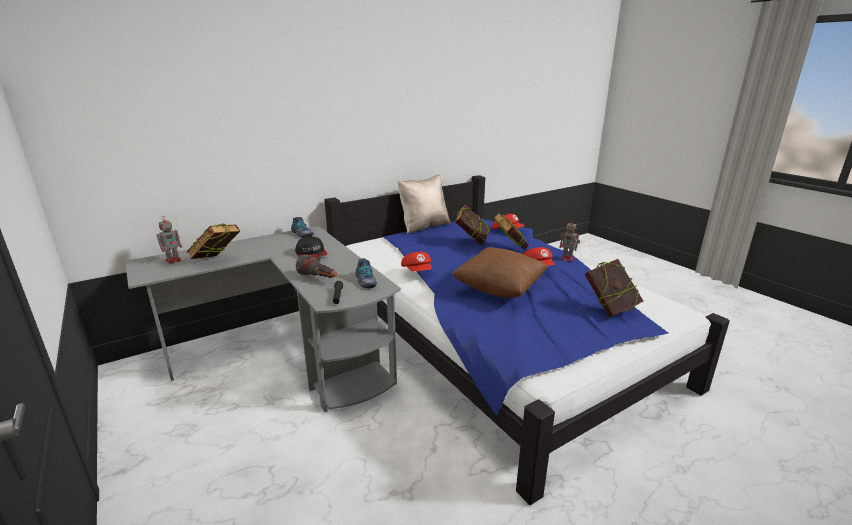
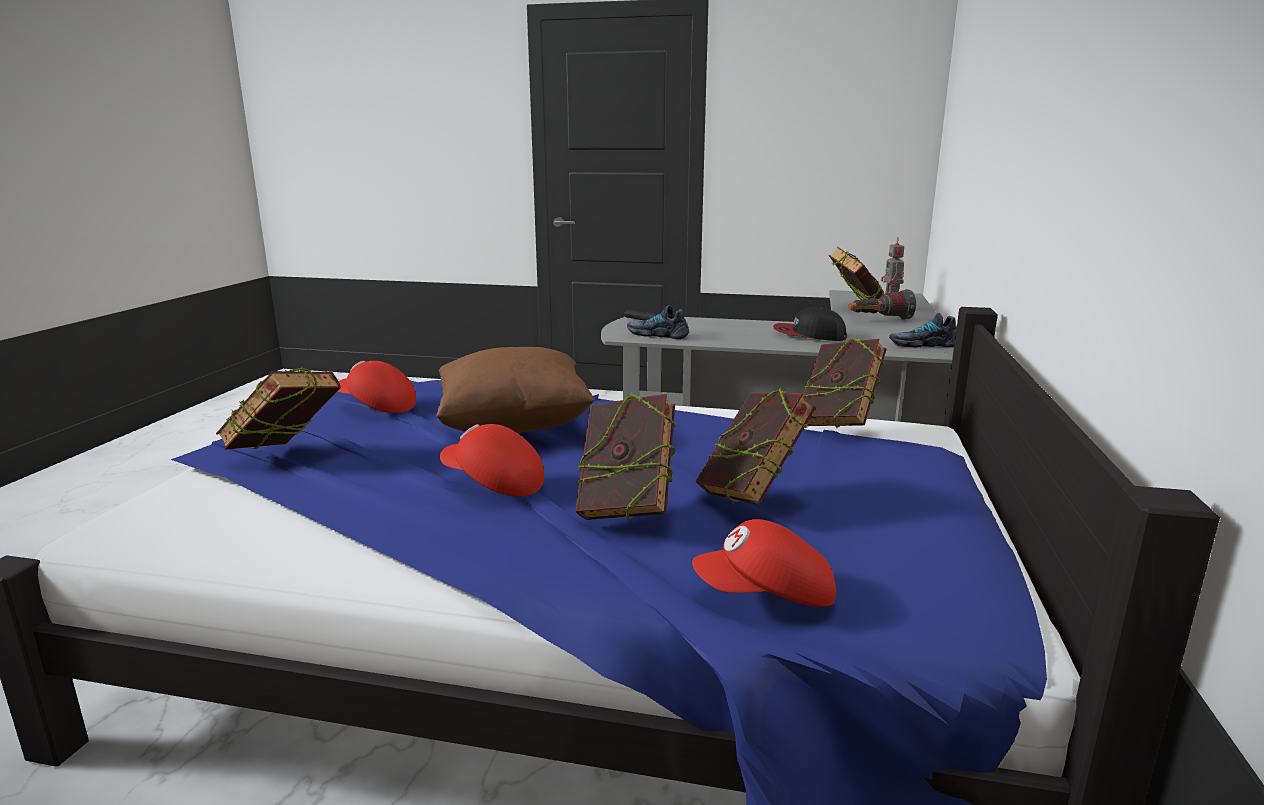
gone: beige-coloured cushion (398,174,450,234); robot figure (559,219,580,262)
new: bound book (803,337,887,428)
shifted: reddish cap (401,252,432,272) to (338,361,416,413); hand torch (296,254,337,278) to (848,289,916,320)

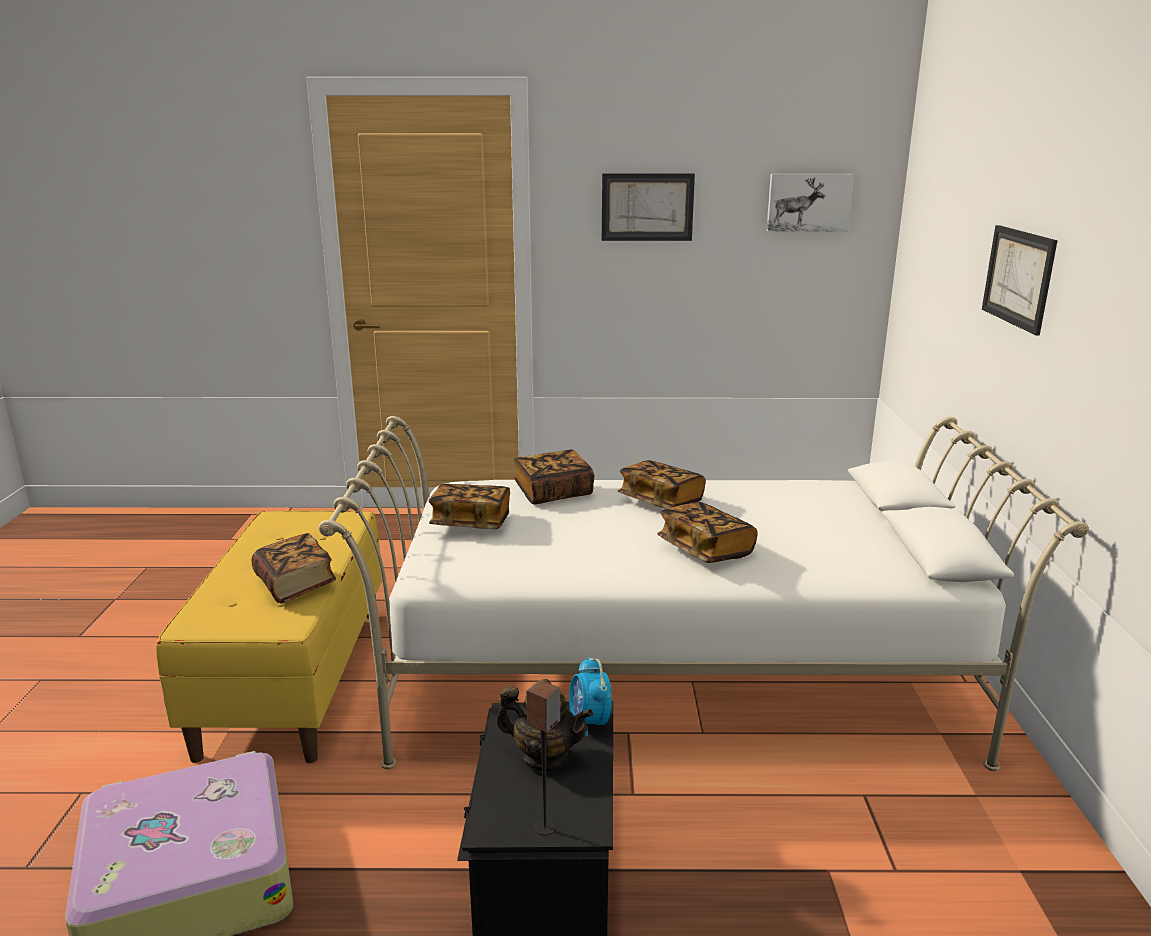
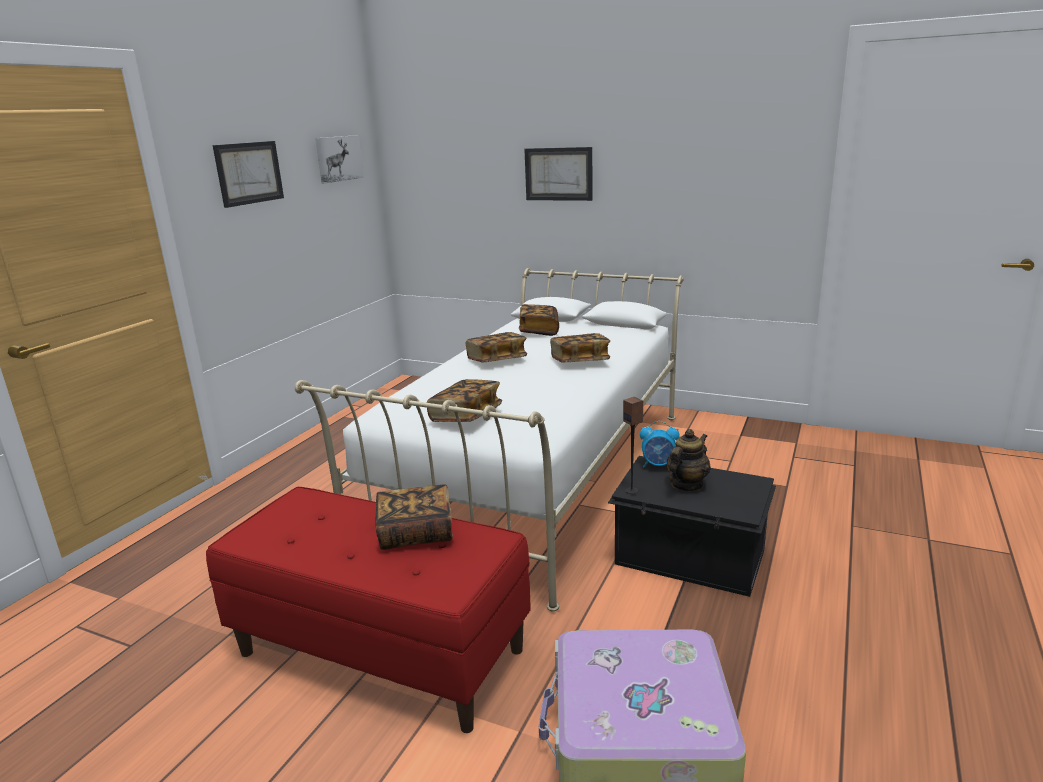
shifted: bound book (513,450,594,504) to (519,304,559,336); audio speaker (526,680,560,835) to (623,397,643,494)
repainted: yellow long seat (156,510,382,763) to reddish long seat (206,487,531,733)

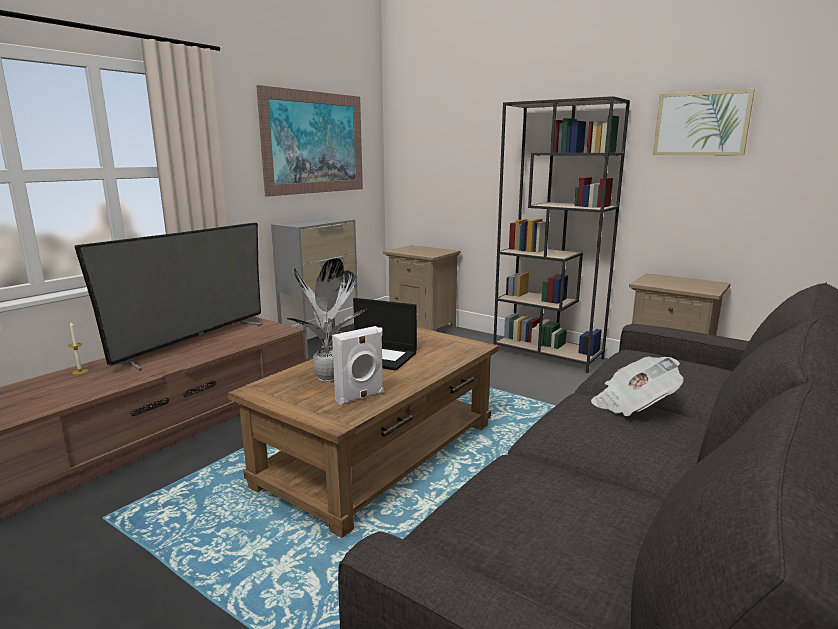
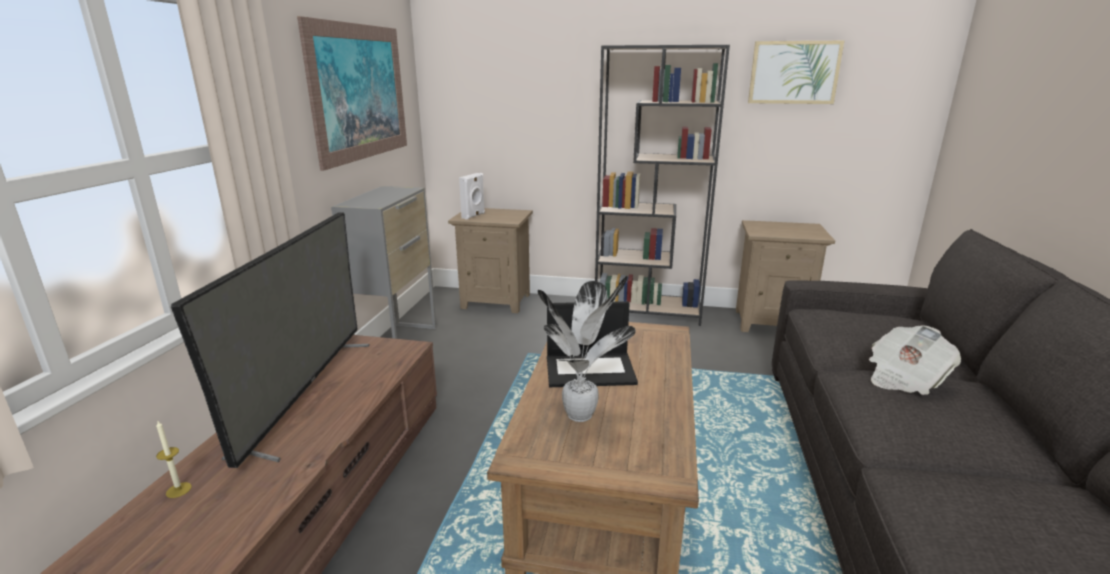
shifted: whitish audio speaker (332,326,384,405) to (459,173,485,220)

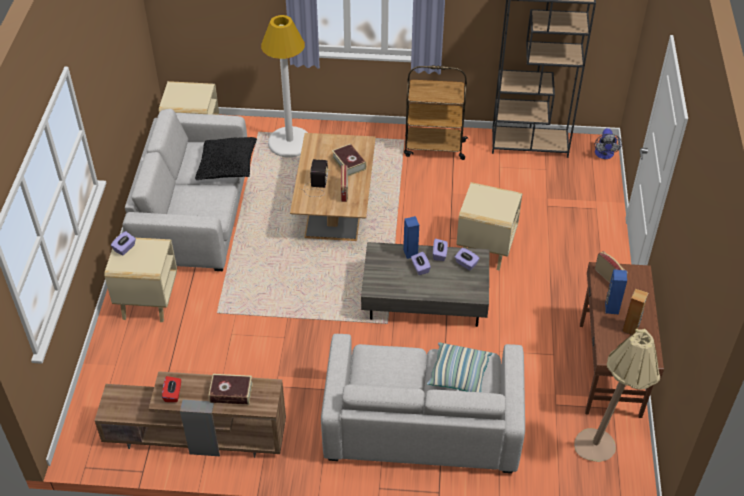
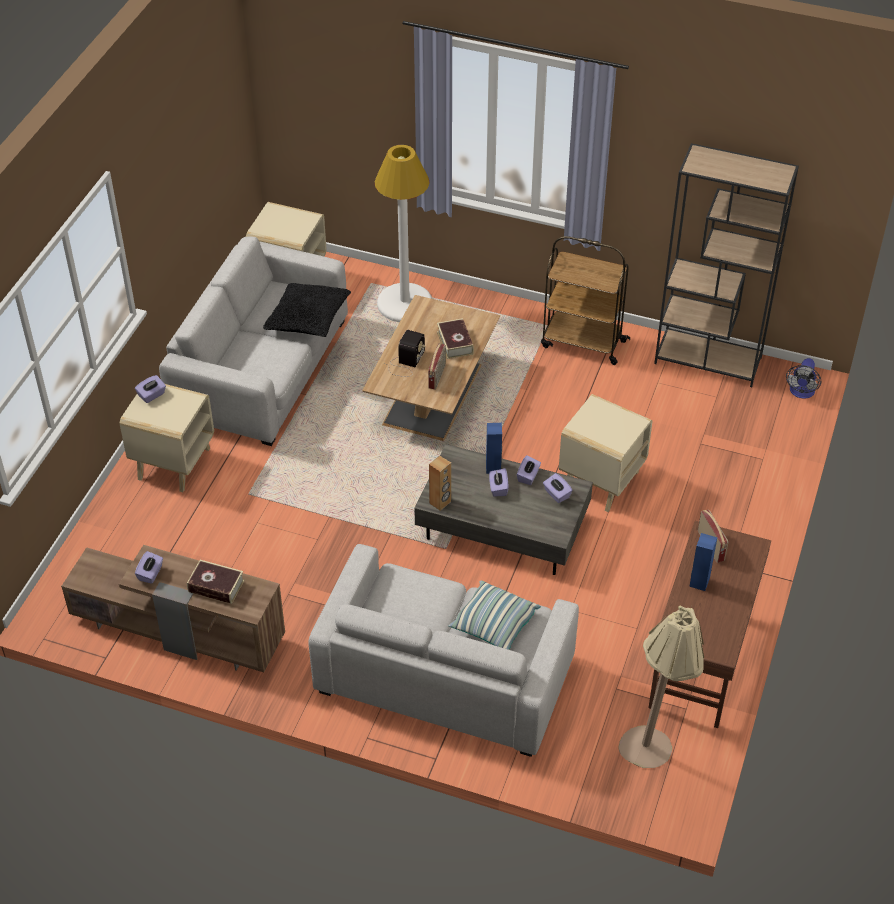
shifted: brownish audio speaker (622,289,648,335) to (429,456,451,511)
repainted: reddish tissue box (162,376,181,402) to purple-coloured tissue box (135,551,163,584)

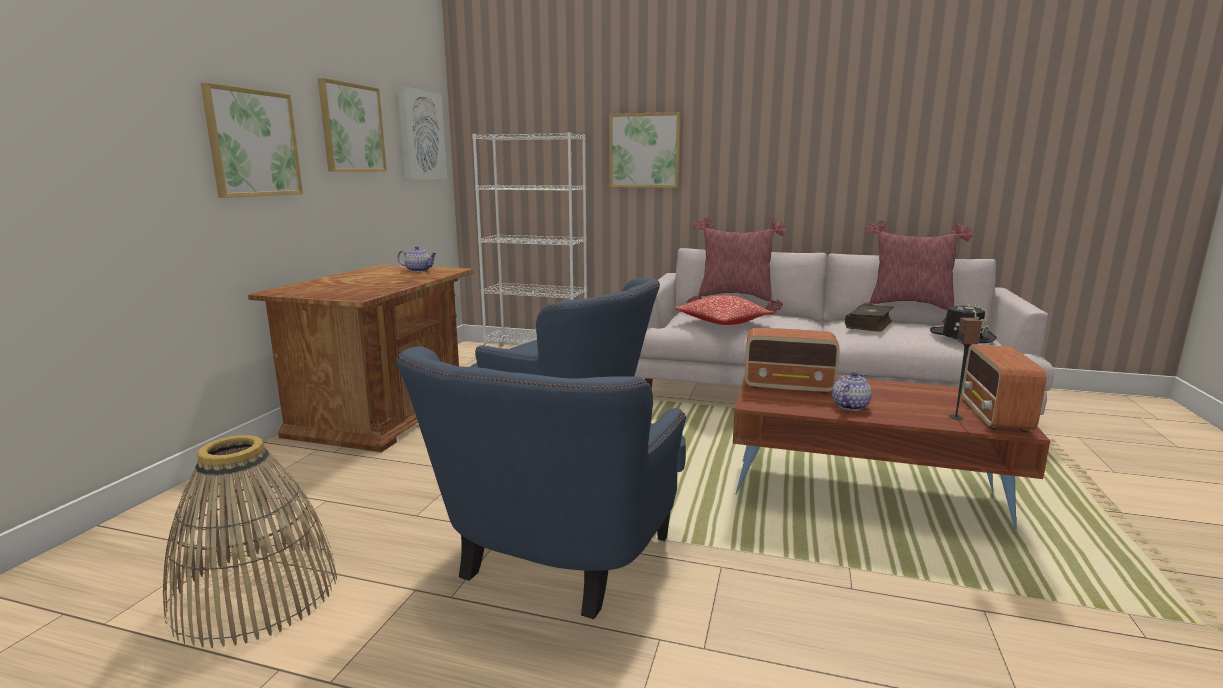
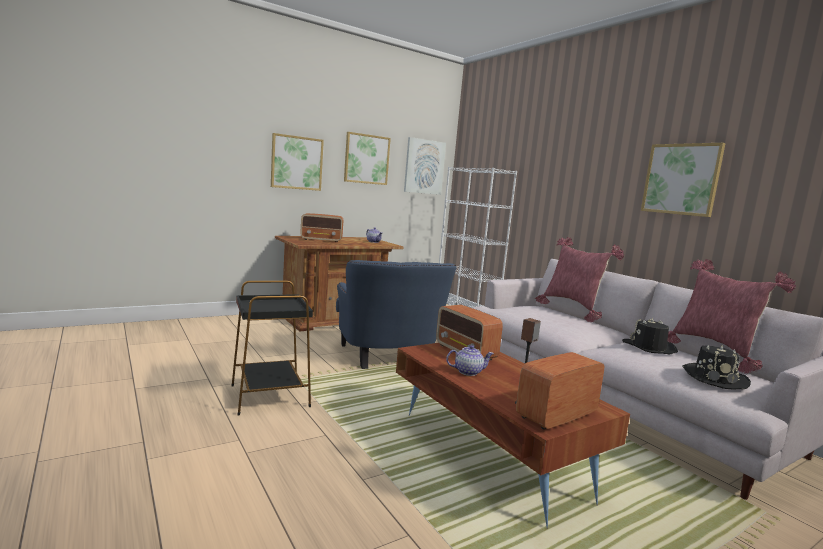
gone: cushion (674,295,774,325); household basket (163,435,337,648)
new: radio receiver (300,213,343,242)
shifted: picture (609,112,681,188) to (641,143,726,217)
swapped: bound book (845,304,894,332) to black wearable hat (622,318,678,354); blue lounge chair (396,346,686,619) to black end table (232,281,313,416)

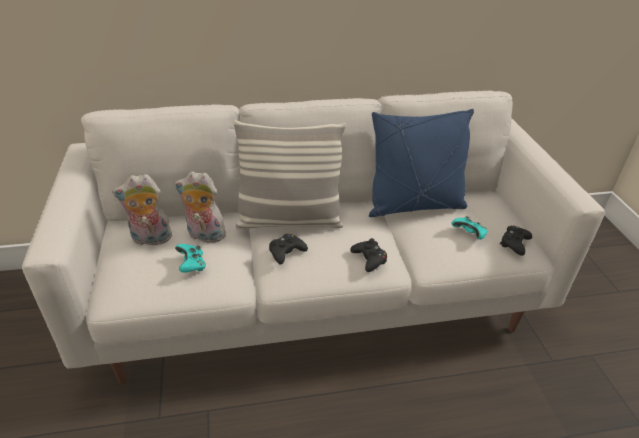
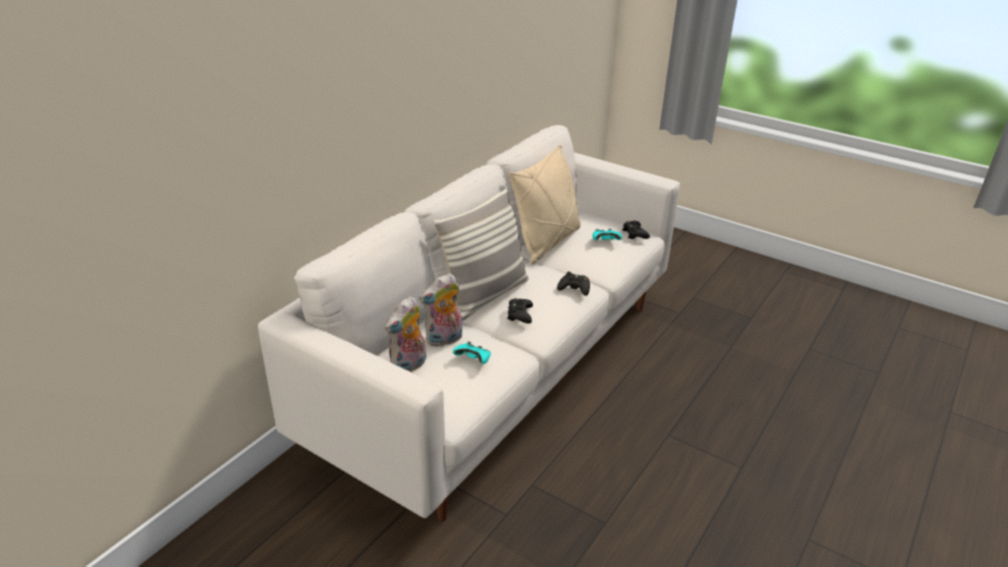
repainted: blue cushion (369,109,474,217) to beige-coloured cushion (509,145,581,265)

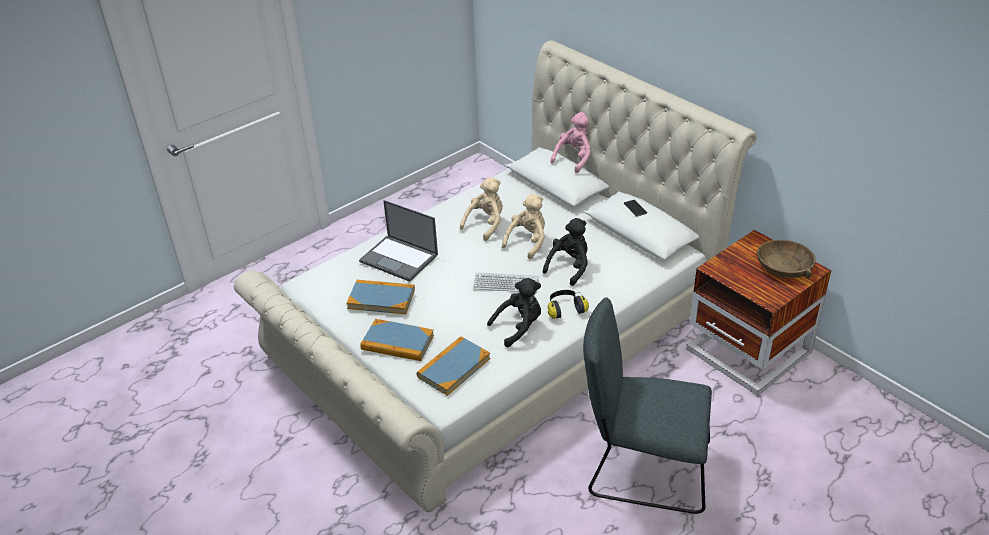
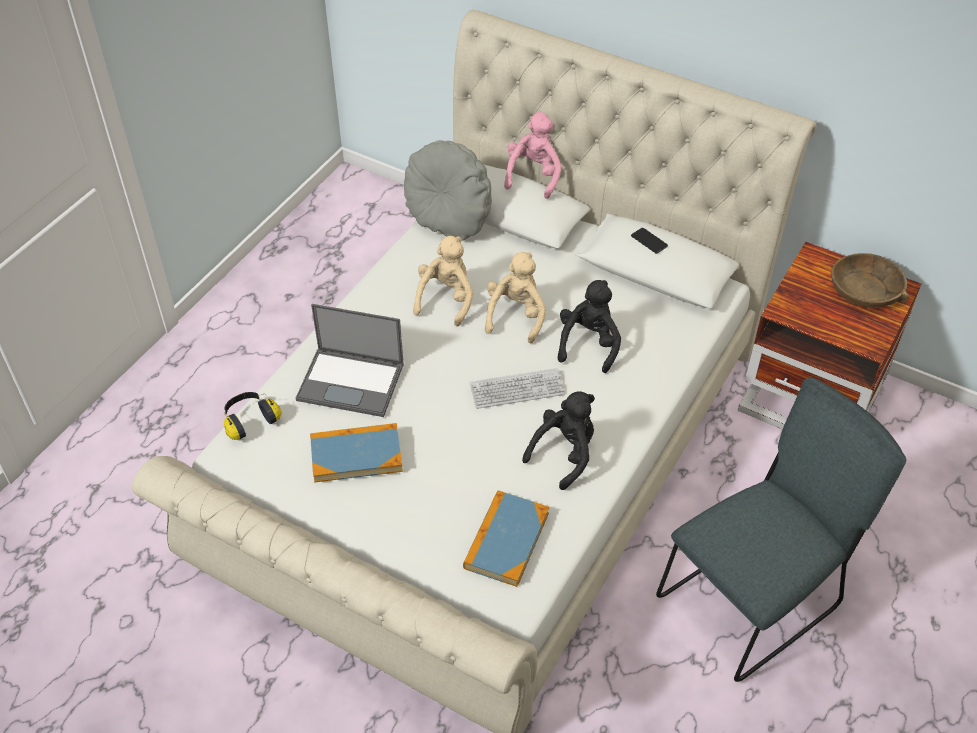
gone: bound book (360,319,434,361)
new: gray cushion (404,140,492,241)
shifted: headset (548,290,589,318) to (224,392,281,440)
rotated: gray plain chair (583,297,712,514) = (656,378,906,682) 150 degrees clockwise

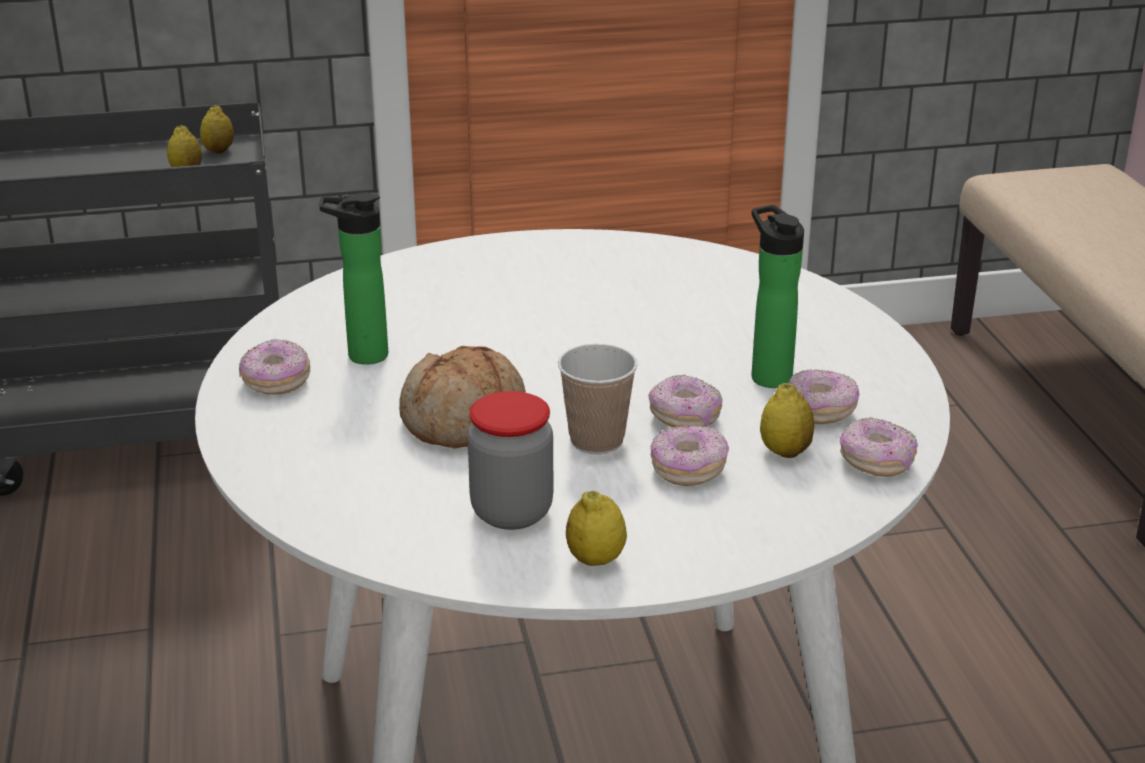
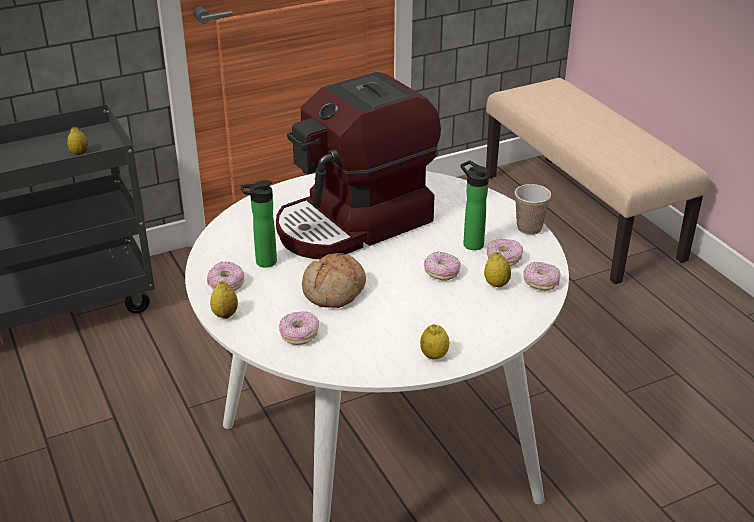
gone: preserve jar (467,391,554,530)
new: coffee machine (276,72,441,259)
shifted: lemon (200,105,234,154) to (210,281,238,319); cup (558,344,638,454) to (515,184,551,235); donut (650,425,729,486) to (279,311,319,345)

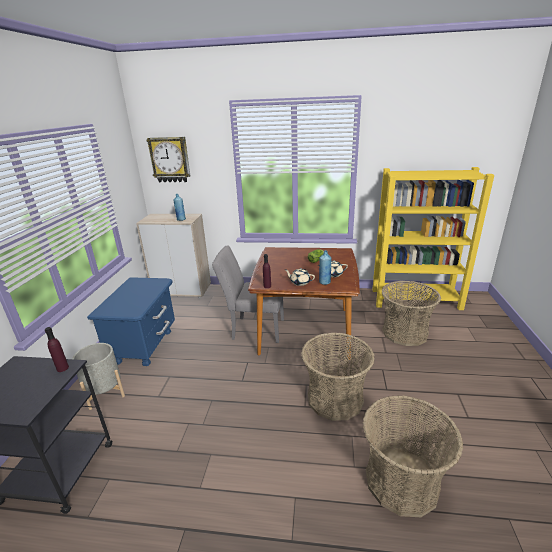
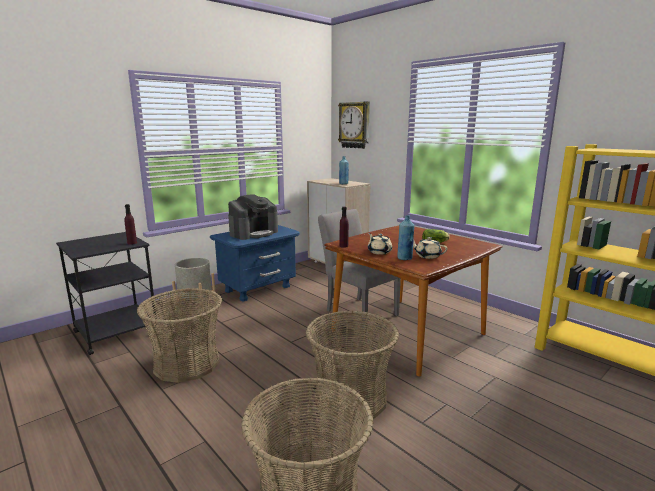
new: coffee machine (228,194,278,240)
shifted: household basket (382,281,441,346) to (137,288,222,383)

